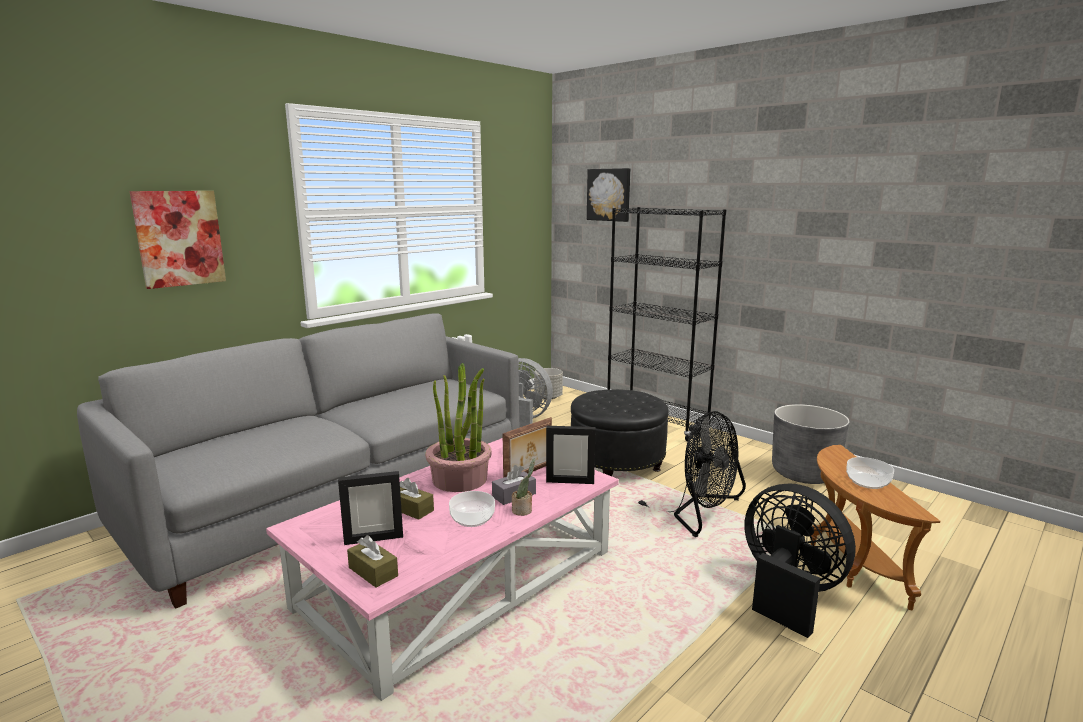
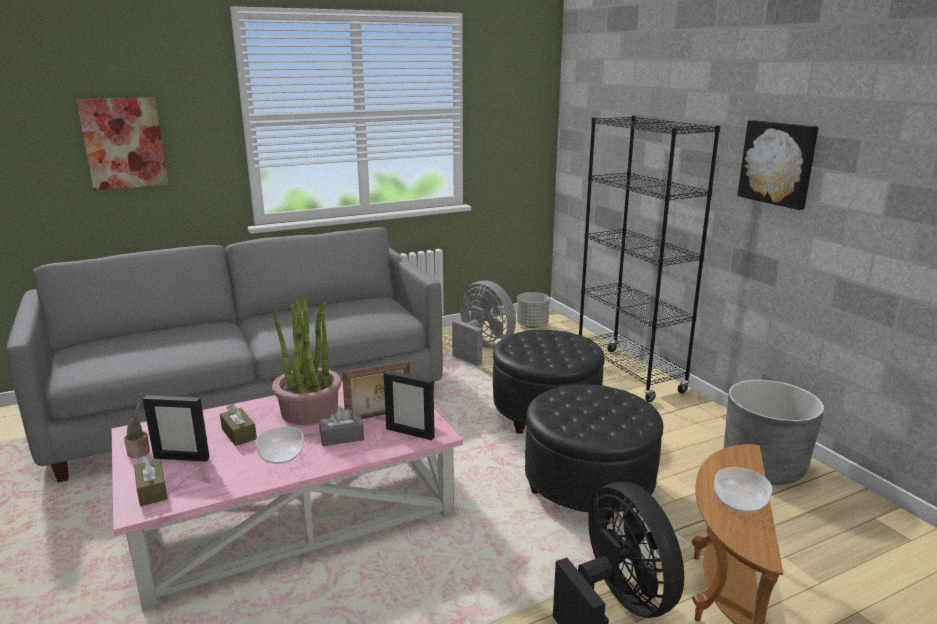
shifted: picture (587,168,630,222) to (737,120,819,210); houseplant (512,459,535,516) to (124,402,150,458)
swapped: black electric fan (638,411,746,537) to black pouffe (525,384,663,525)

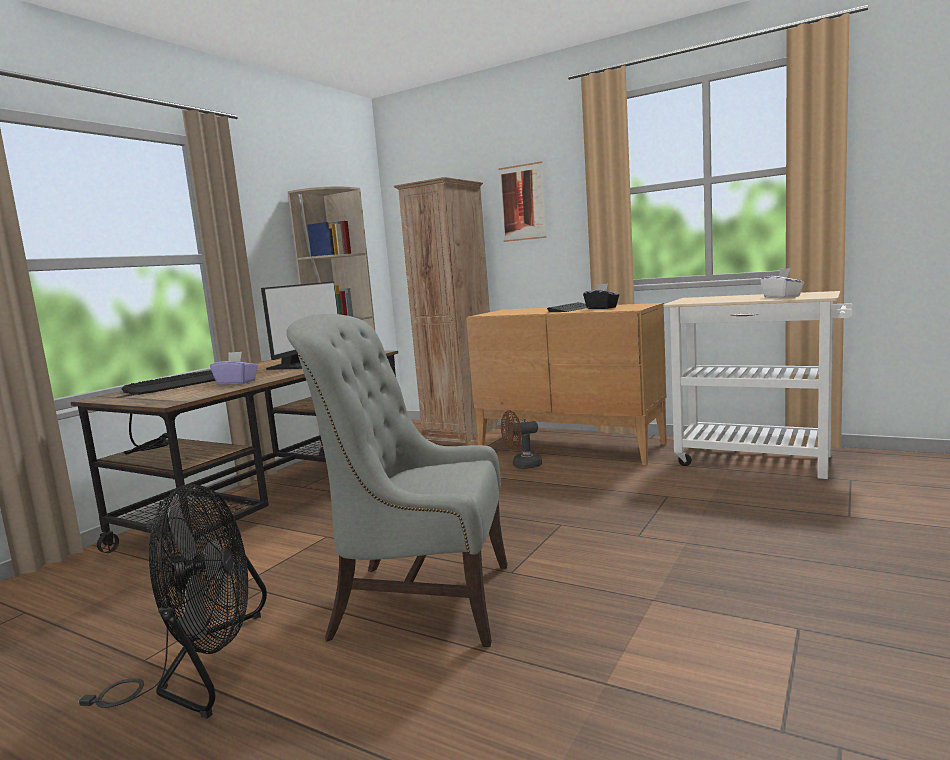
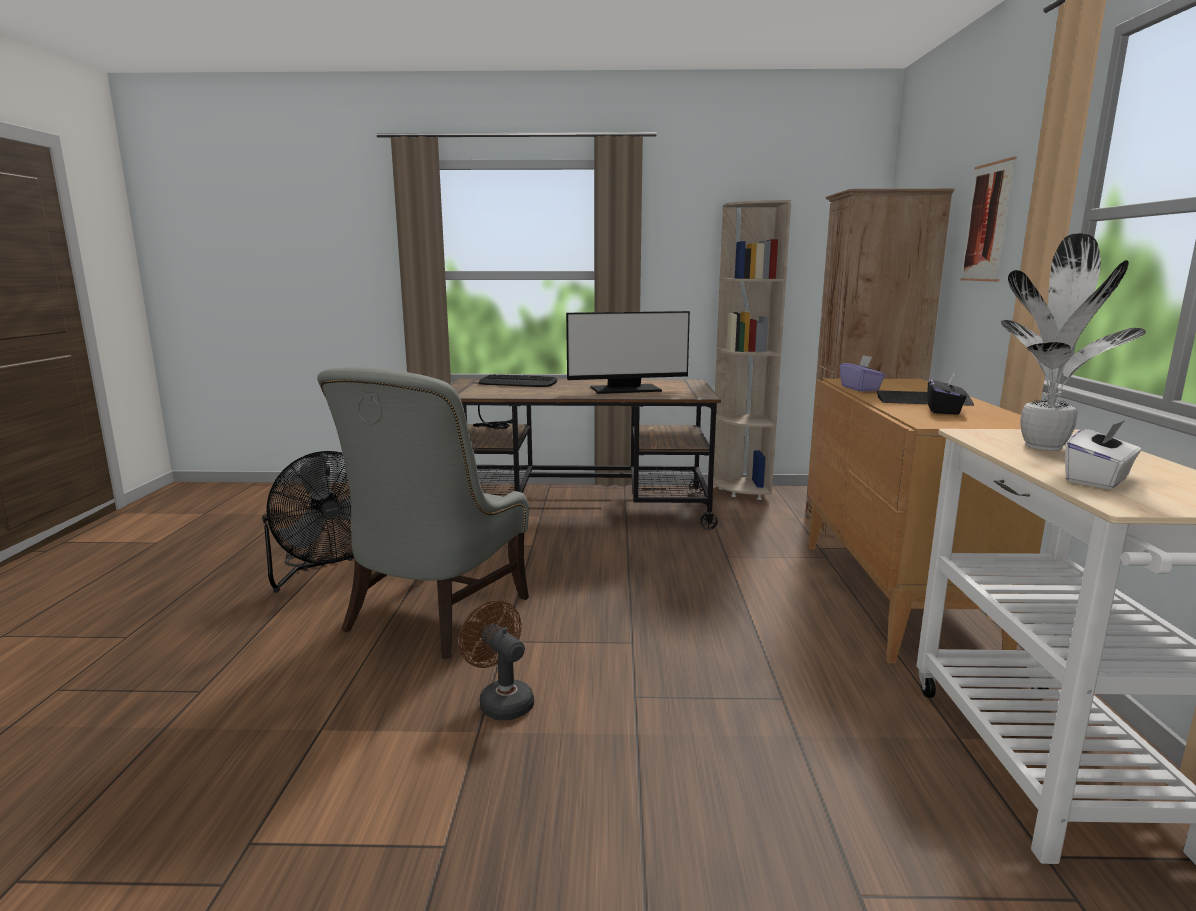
new: houseplant (1001,233,1146,451)
shifted: purple-coloured tissue box (210,352,258,385) to (840,355,885,392); brownish electric fan (501,410,542,469) to (459,600,534,720)
rotated: gray plain chair (286,314,508,647) = (317,367,529,658) 135 degrees counterclockwise

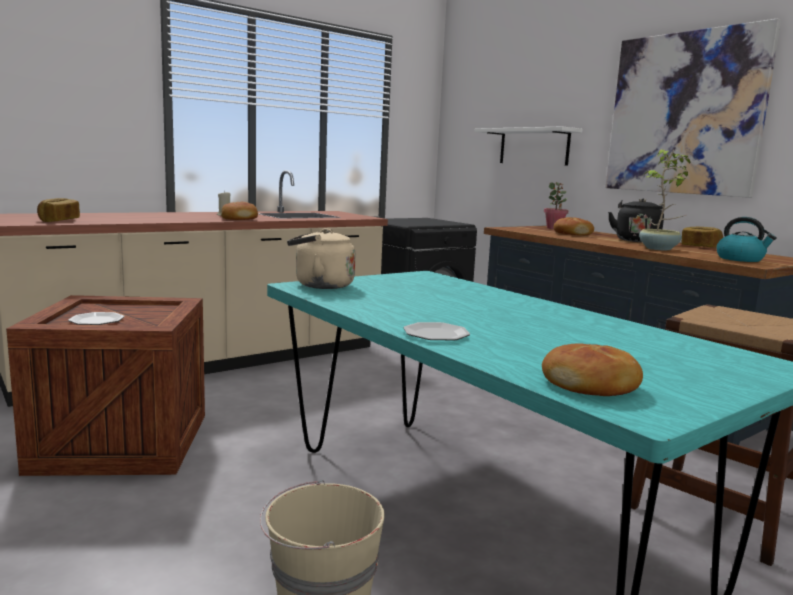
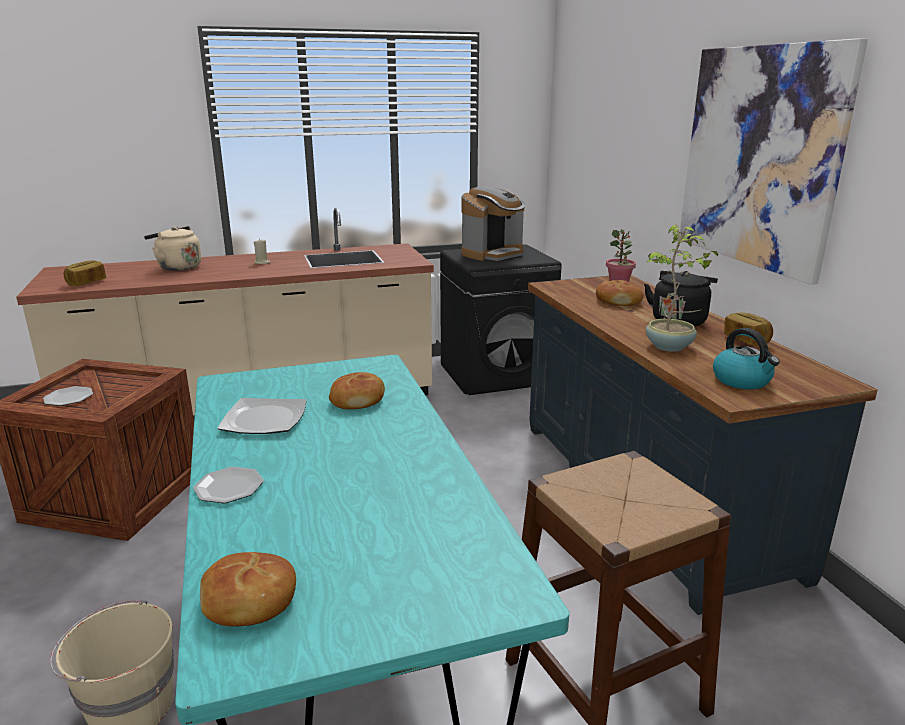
gone: whitish bracket shelf (475,126,582,165)
new: coffee machine (461,186,526,261); plate (217,398,307,434)
shifted: baked bread (221,202,258,220) to (329,372,385,409); beige-coloured water kettle (287,228,355,289) to (144,226,201,271)

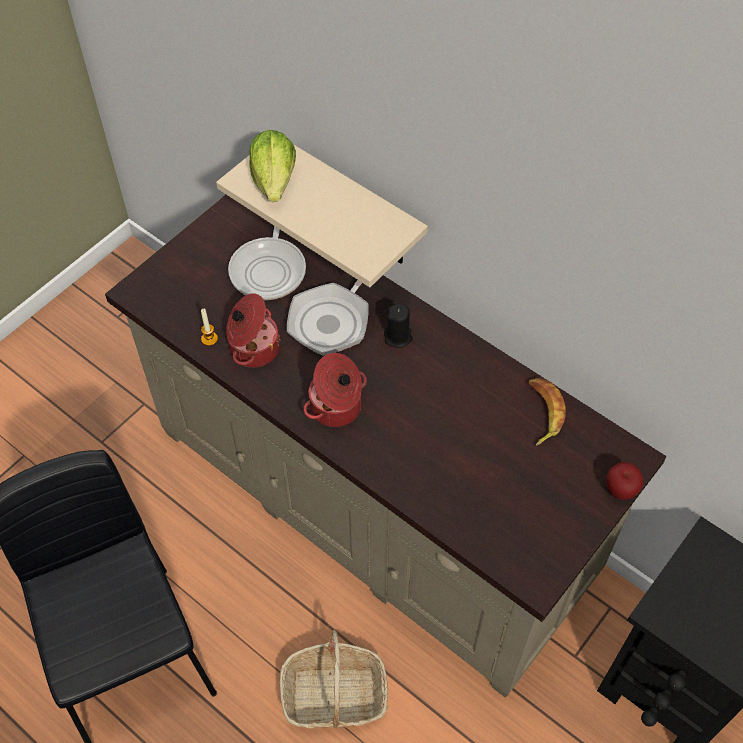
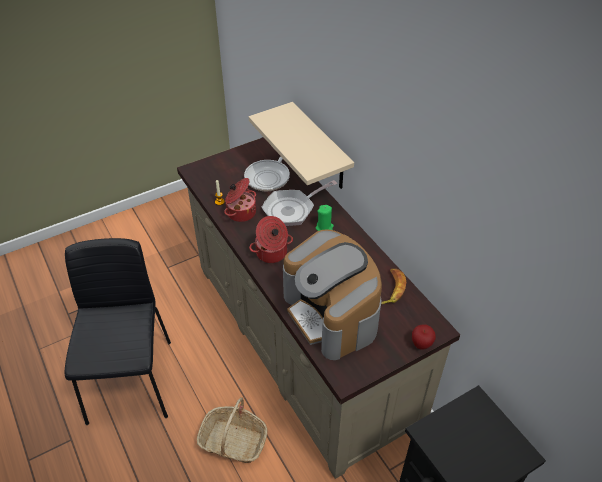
gone: lettuce (249,130,296,202)
new: coffee machine (283,230,382,360)
repainted: black wax light (384,303,413,348) to green-coloured wax light (316,205,334,231)

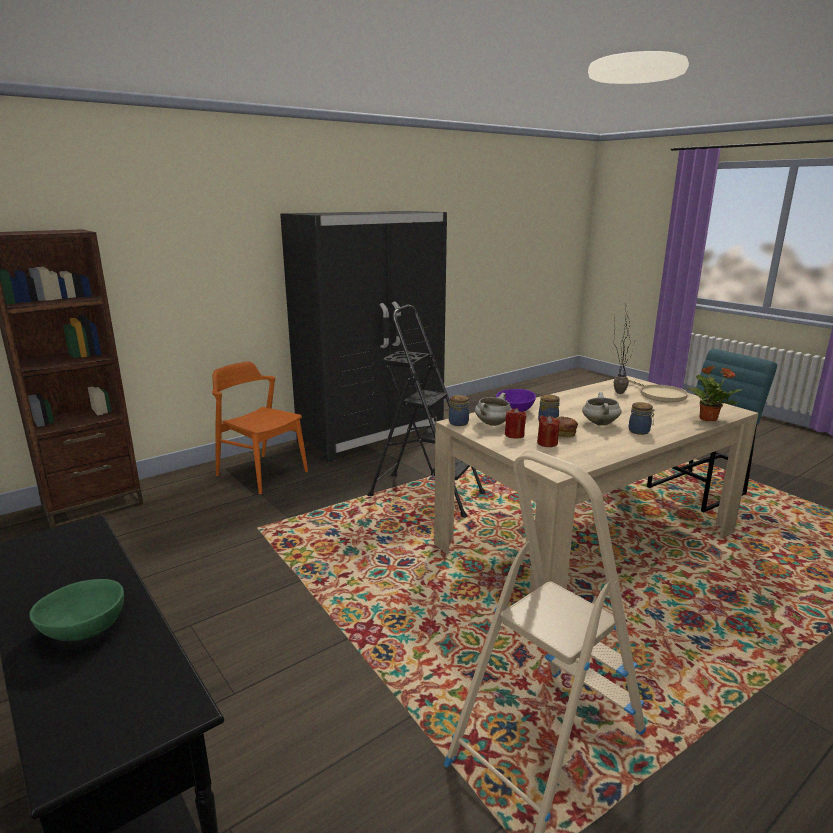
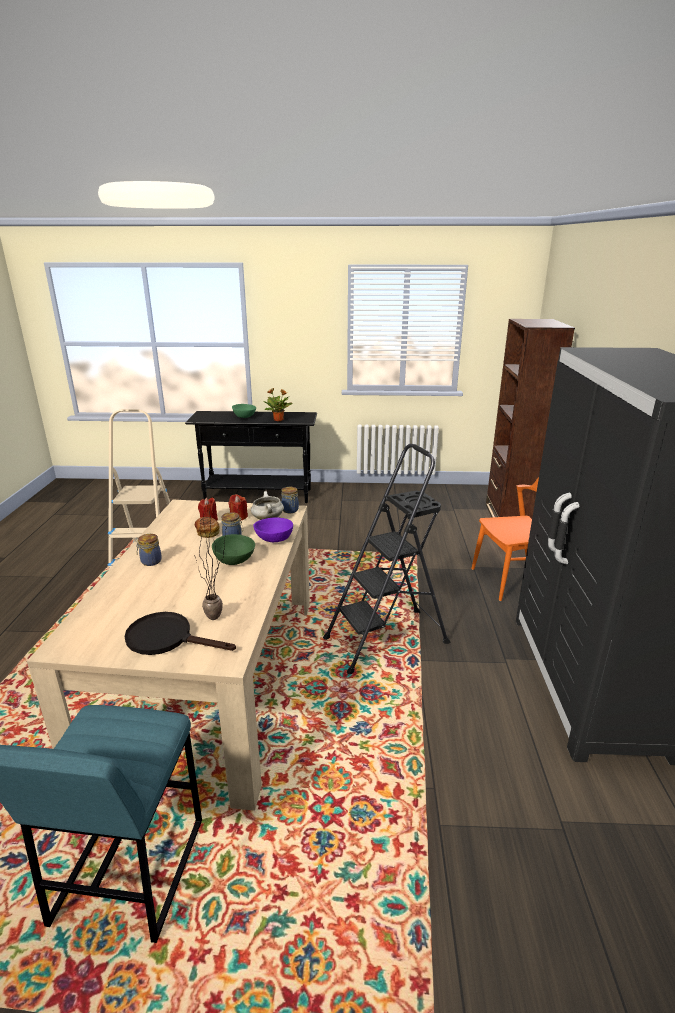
gone: whitish stockpot (582,392,622,426)
new: green-coloured deep dish (212,534,255,565)
shifted: houseplant (686,365,743,421) to (263,388,293,421)
repainted: beige-coloured skillet (628,378,688,403) to black skillet (125,612,236,655)

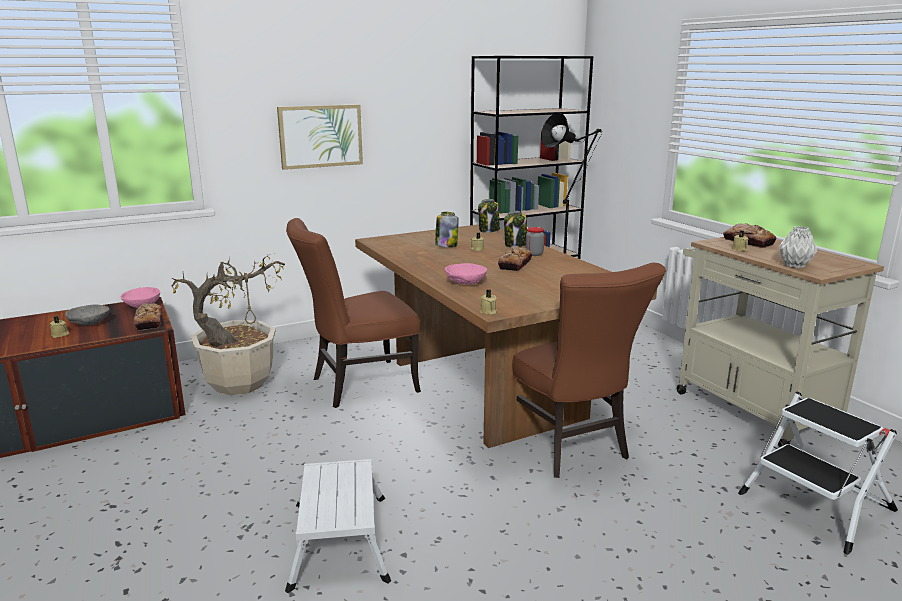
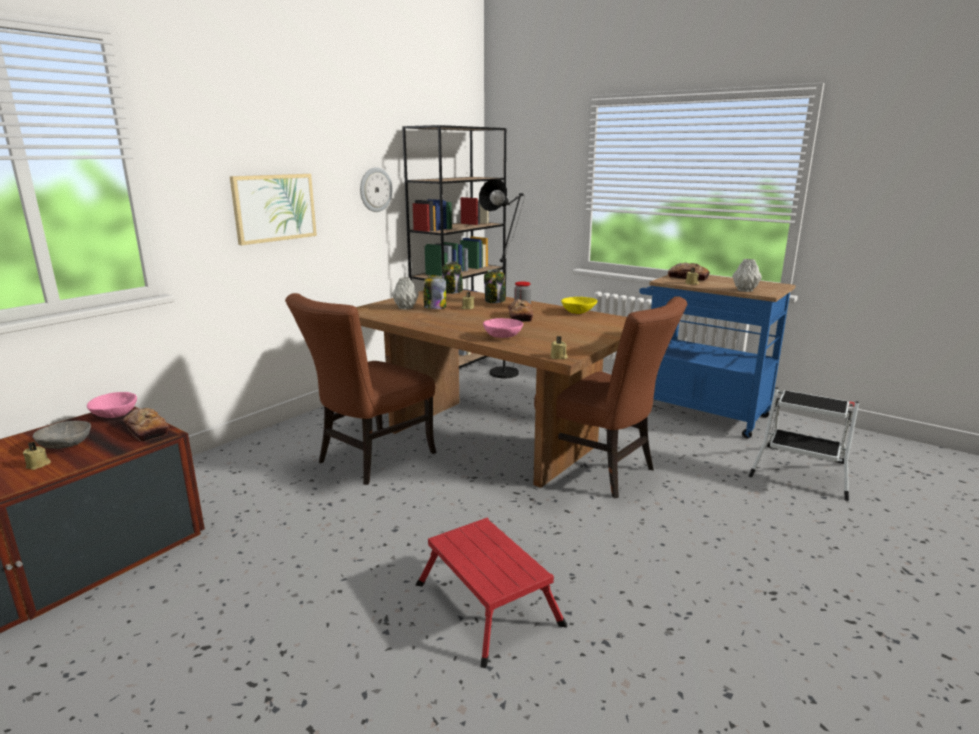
gone: houseplant (172,255,285,395)
new: clock on the wall (360,167,392,212); gray vase (392,277,419,309); yellow deep dish (561,297,597,314)
repainted: beige-coloured cart (677,237,884,448) to blue cart (639,275,795,438); whitish stepladder (285,459,391,593) to reddish stepladder (415,518,567,668)

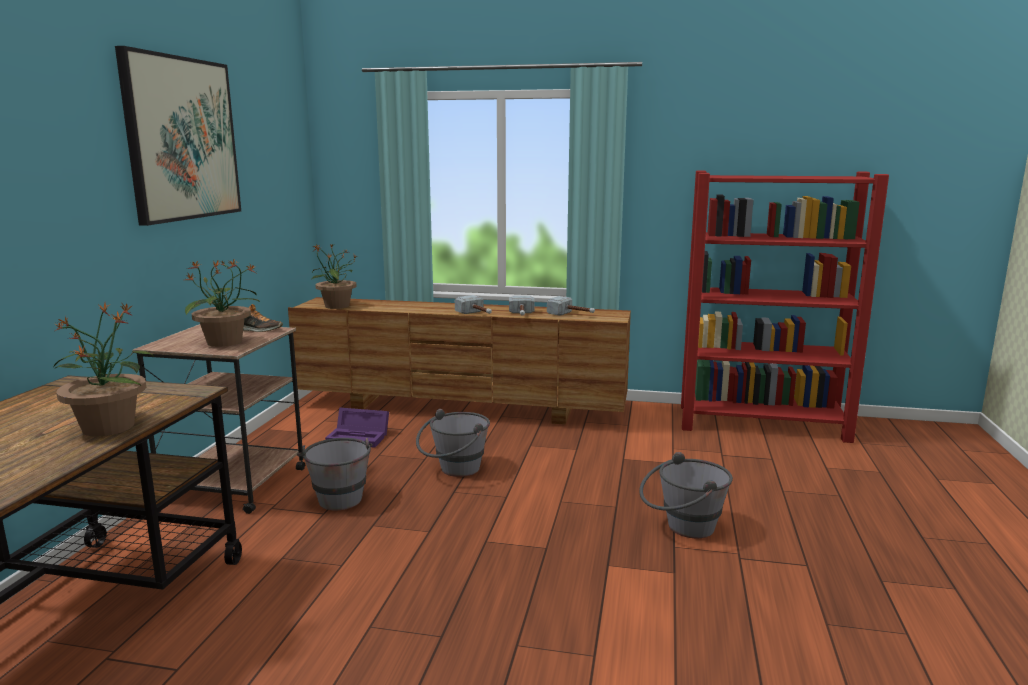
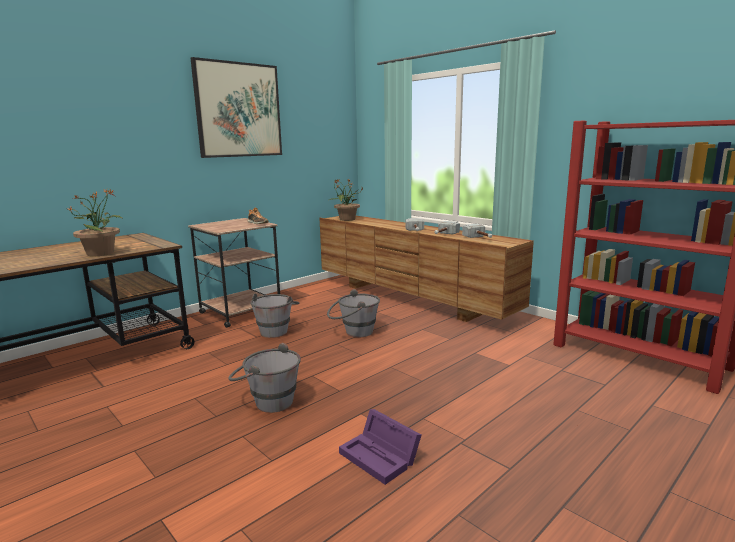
gone: houseplant (185,259,260,347)
shifted: purple-coloured storage container (325,407,389,448) to (339,409,421,485); gray bucket (639,452,733,538) to (228,343,301,413)

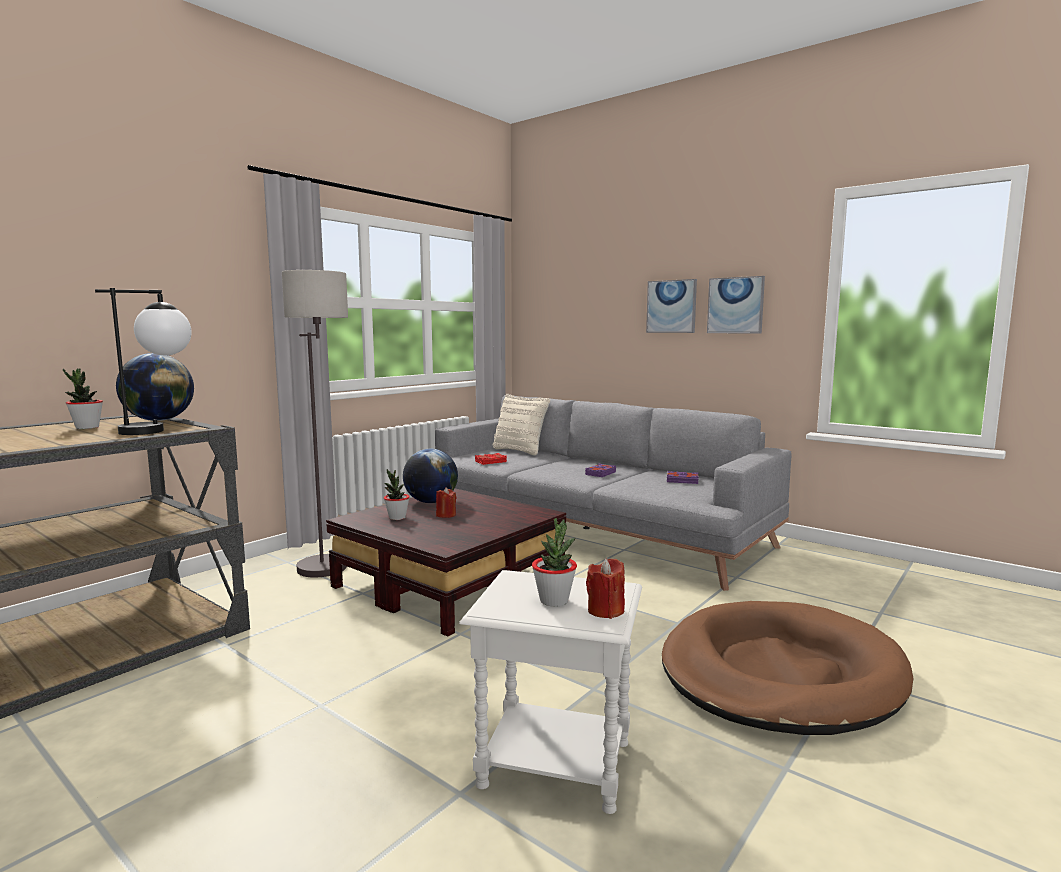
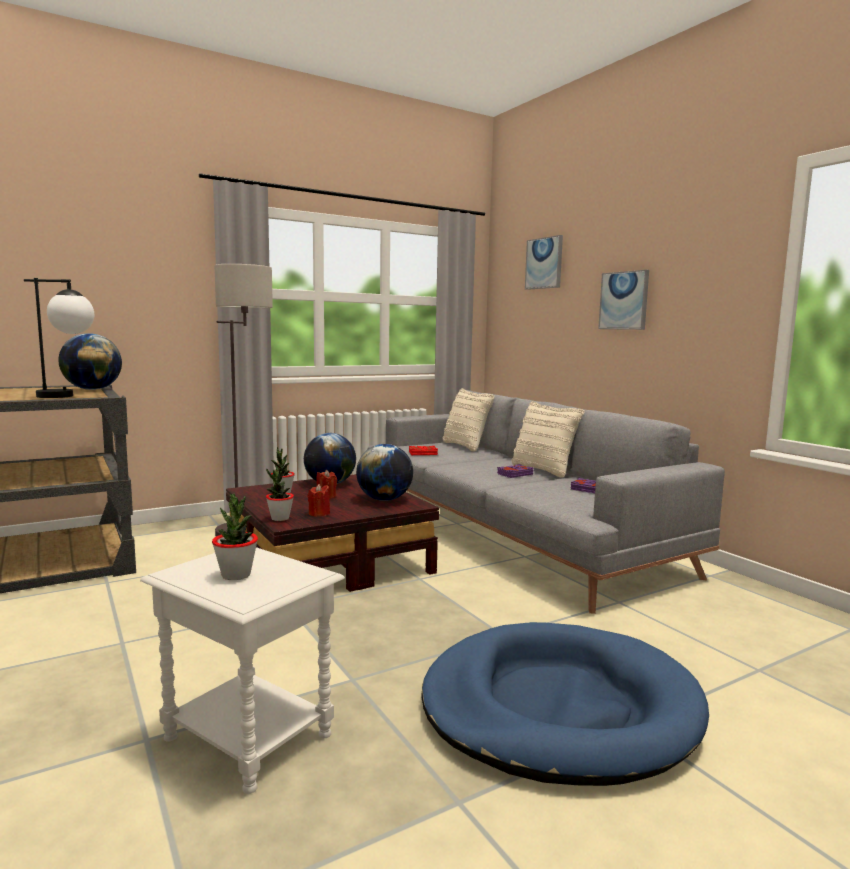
new: beige-coloured cushion (511,401,585,478); globe (356,444,413,501)
shifted: picture (707,276,765,334) to (525,235,563,290); houseplant (63,368,103,429) to (266,467,294,521); reddish wax light (586,559,625,619) to (308,484,330,517)
repainted: brownish pet bed (662,601,913,735) to blue pet bed (421,622,709,786)

